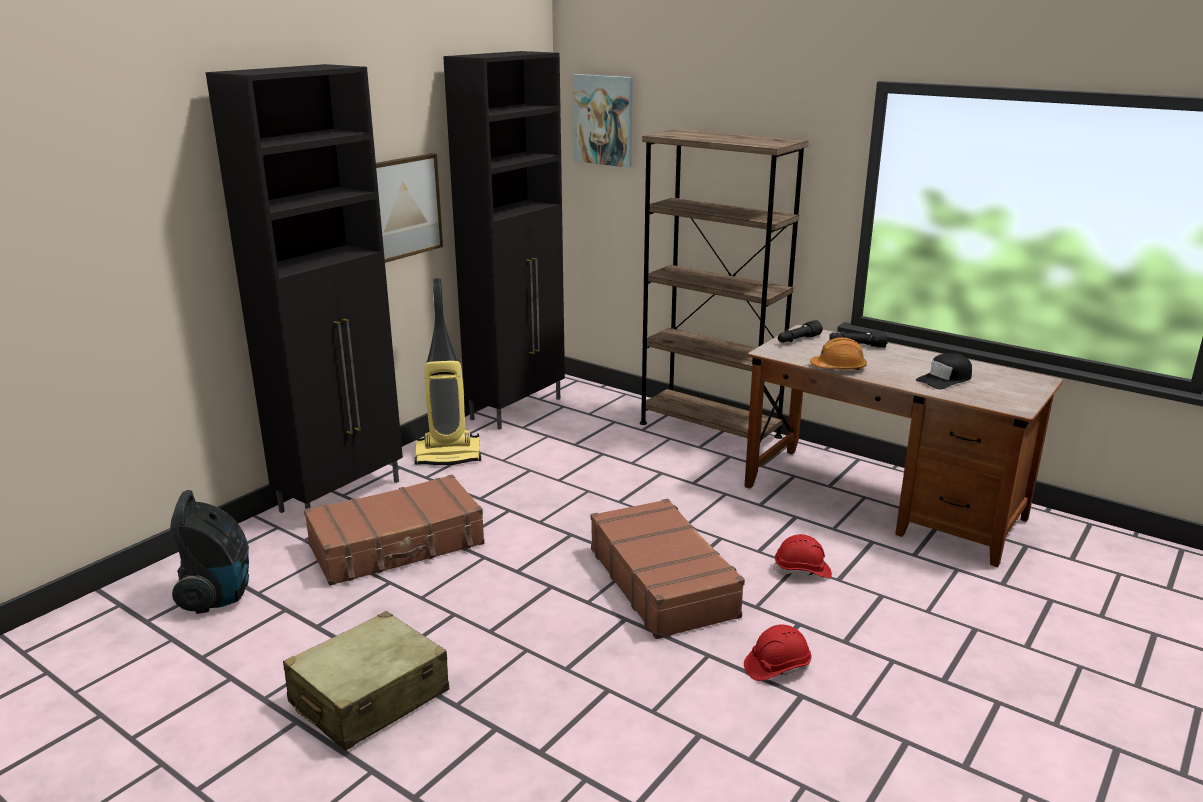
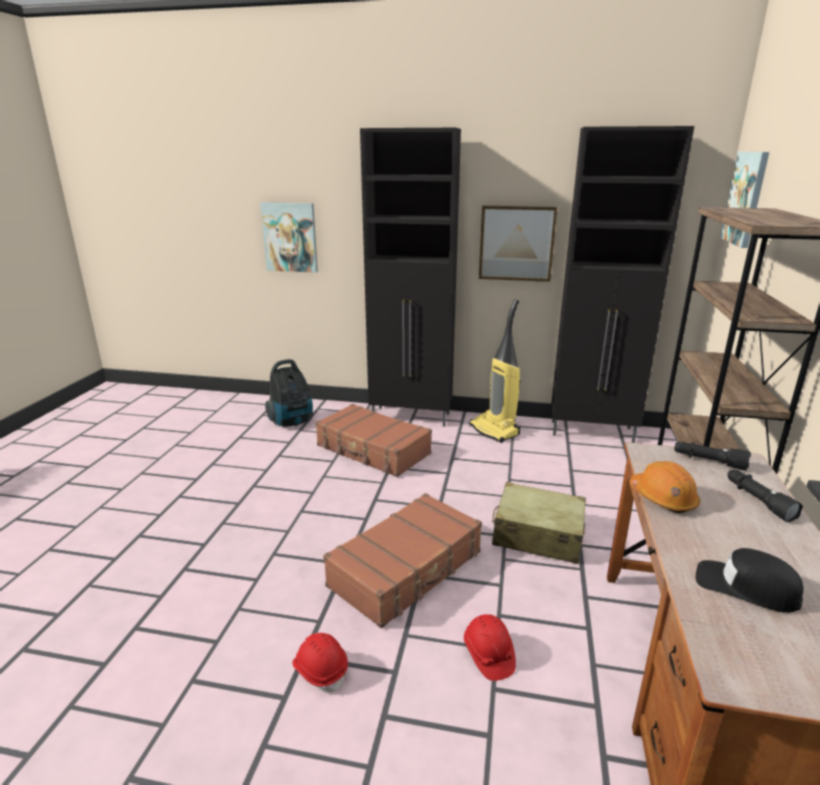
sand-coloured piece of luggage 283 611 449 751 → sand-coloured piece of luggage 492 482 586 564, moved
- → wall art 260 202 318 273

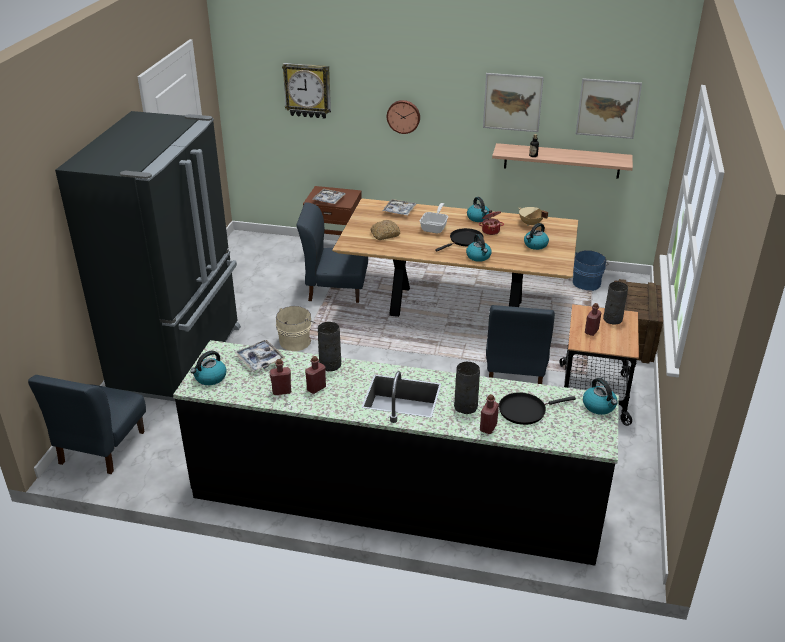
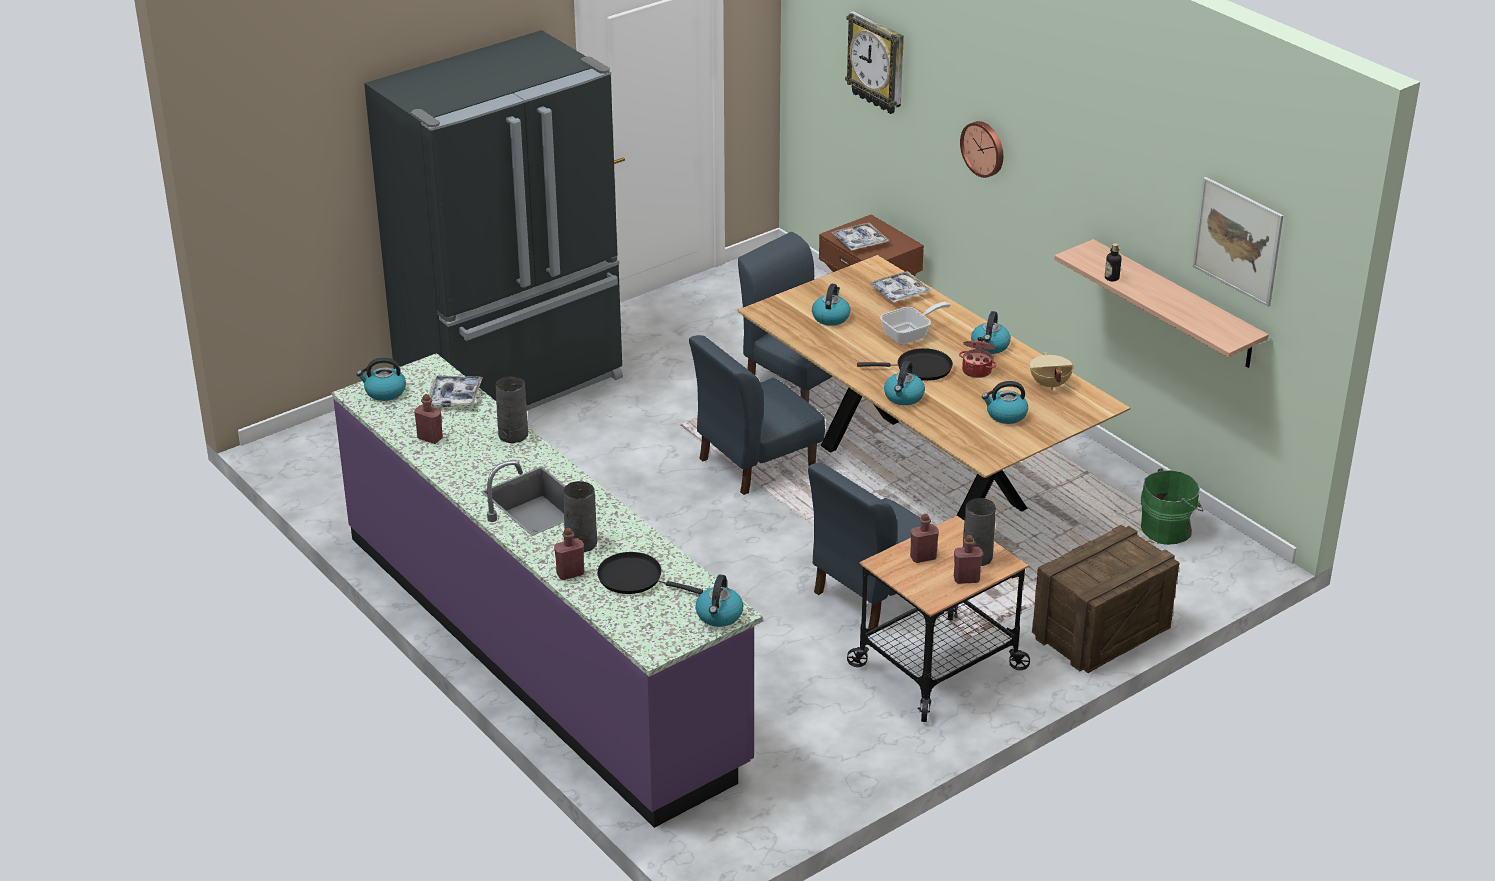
wall art 483 73 544 132 → -
bakery bread 370 220 400 240 → water kettle 812 284 851 326
blue-coloured pail 573 250 609 291 → greenish pail 1141 468 1203 545
sand-coloured pail 276 306 315 351 → -
blackish kitchen base unit 173 340 619 566 → purple kitchen base unit 332 353 763 828
red-coloured drink bottle 305 356 326 394 → red-coloured drink bottle 954 535 983 584, moved
blue-coloured plain chair 28 375 146 474 → blue-coloured plain chair 689 335 825 495, moved

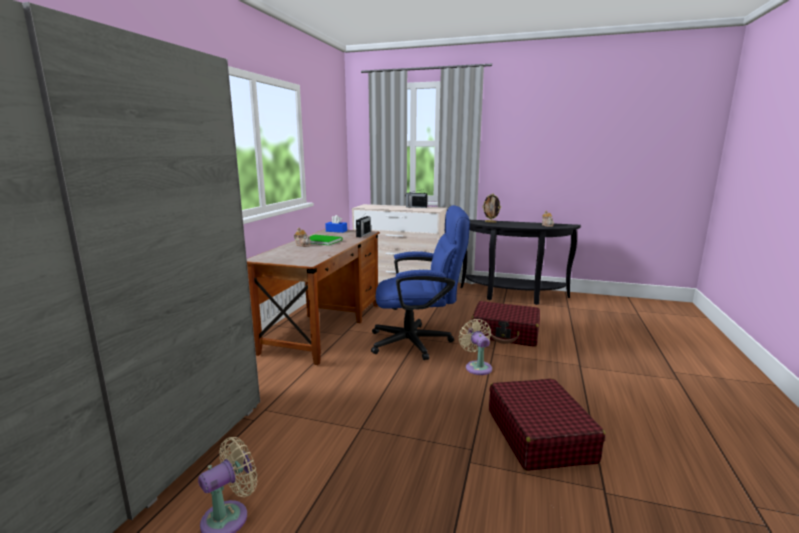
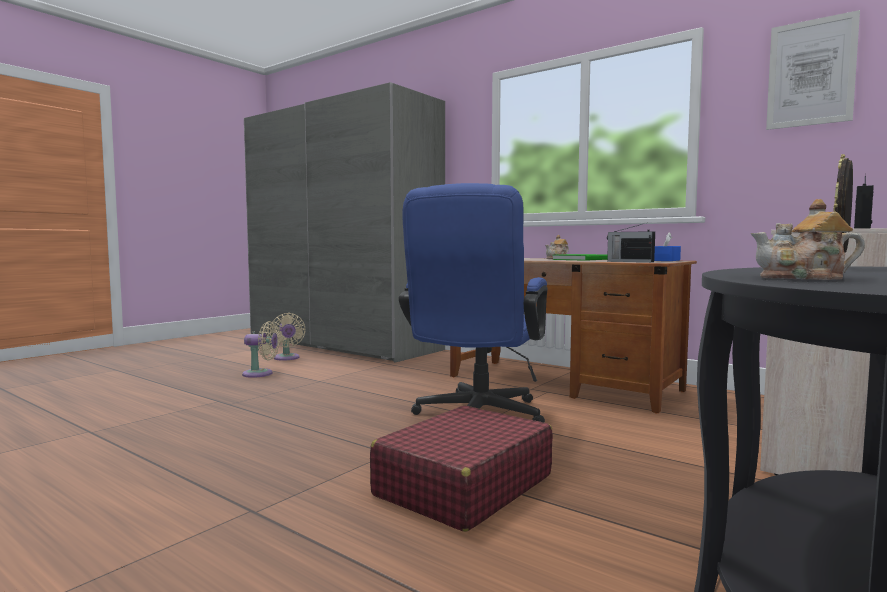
sand-coloured fan 459 319 492 375 → sand-coloured fan 242 321 280 378, moved
red-coloured piece of luggage 489 378 606 471 → -
- → wall art 766 10 860 130

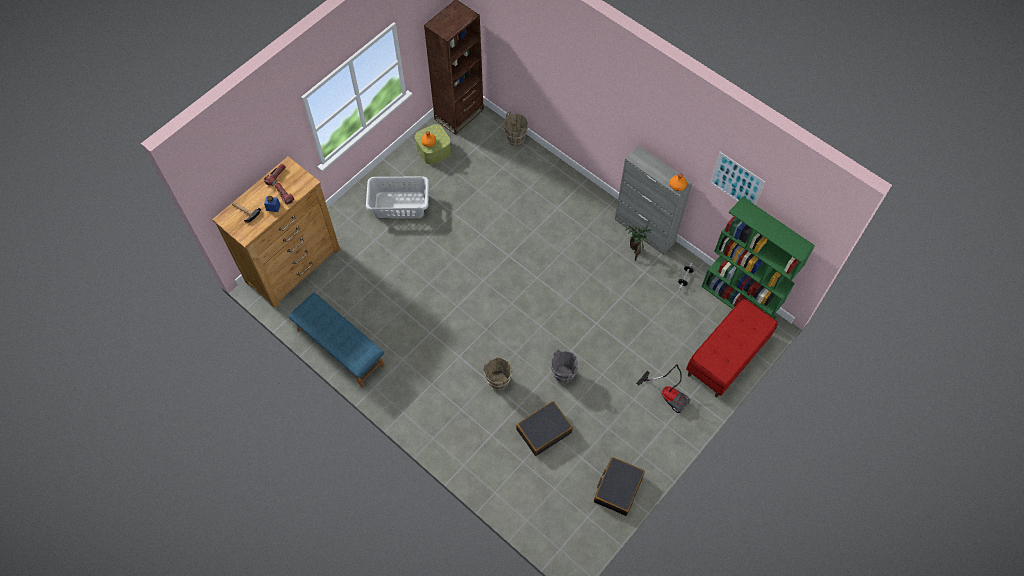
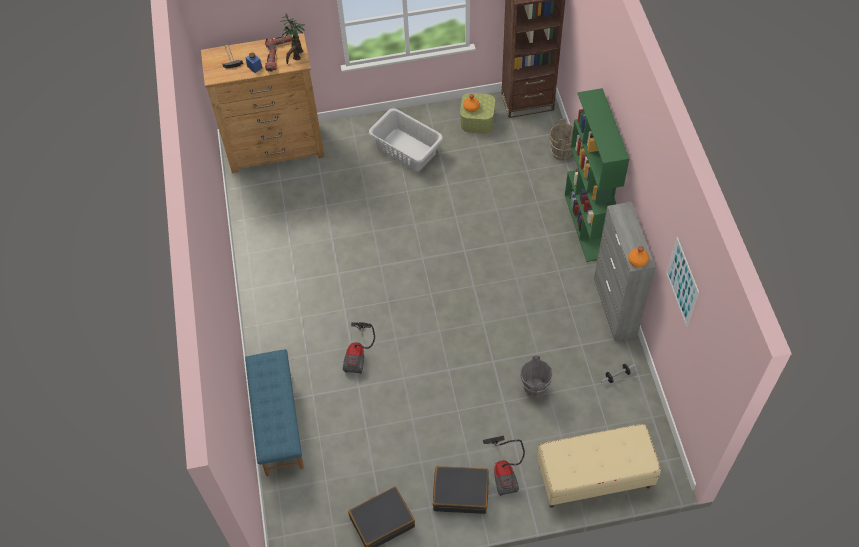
greenish bookcase 702 197 815 319 → greenish bookcase 565 88 629 262, moved
plant in a pot 626 225 651 261 → plant in a pot 281 14 305 64, moved
blue-coloured long seat 288 292 385 388 → blue-coloured long seat 245 349 304 476, moved
red-coloured long seat 686 298 778 397 → sand-coloured long seat 537 424 661 508
gray pail 551 349 579 384 → gray pail 520 355 553 399, moved
brownish pail 484 358 512 391 → vacuum 343 322 375 374
blackish piece of luggage 516 401 573 456 → blackish piece of luggage 433 466 489 514, moved

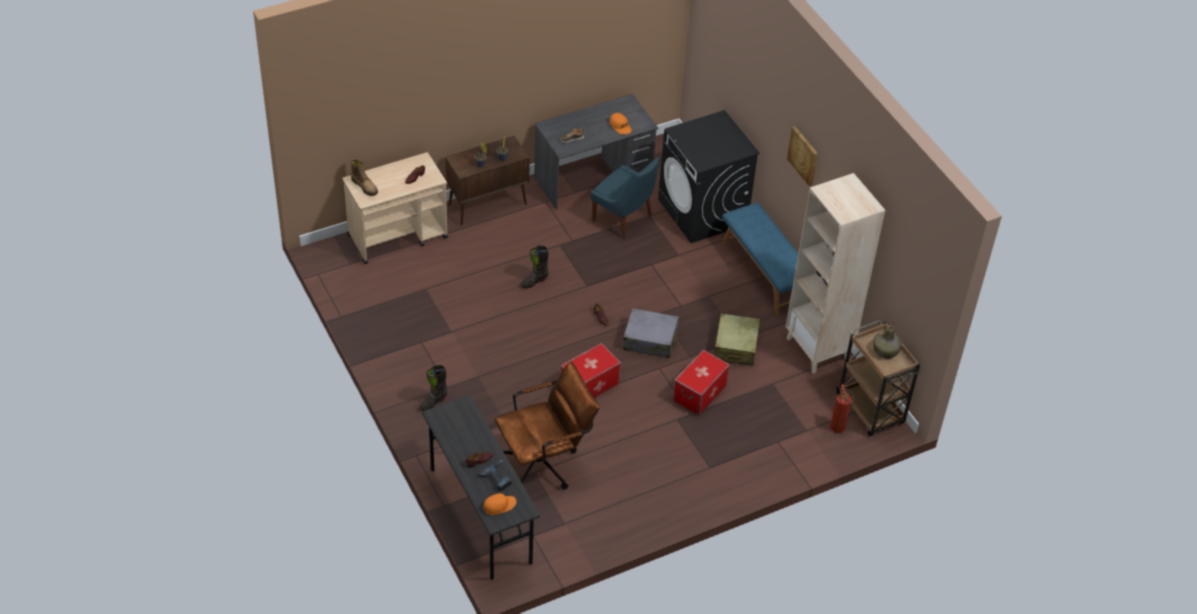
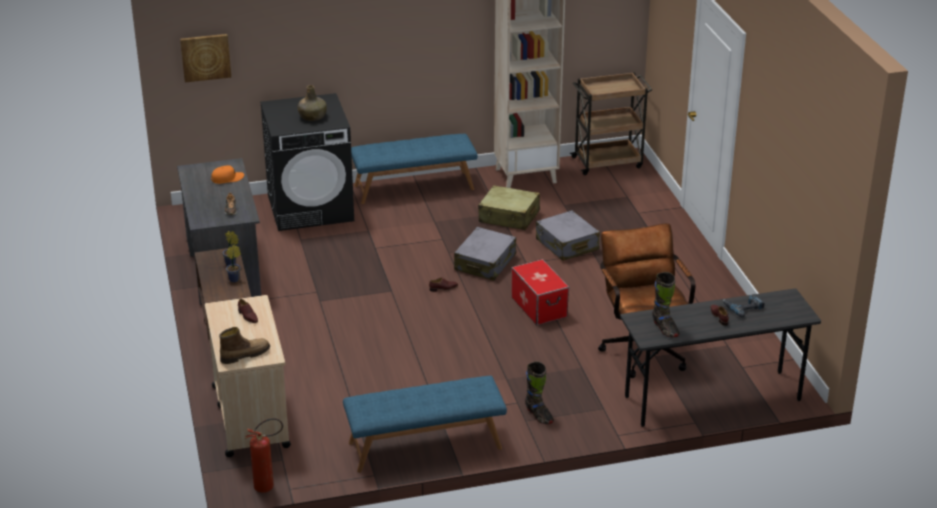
wall art 787 126 818 186 → wall art 180 34 231 82, moved
blue-coloured plain chair 591 157 659 239 → -
blackish high-top boot 520 245 548 289 → blackish high-top boot 652 272 679 337, moved
greenish drink bottle 873 326 902 359 → greenish drink bottle 297 85 327 121, moved
storage box 673 350 730 416 → gray piece of luggage 536 210 600 261
extinguisher 830 384 855 433 → extinguisher 245 418 283 493, moved
orangey cap 483 493 517 515 → -
- → blue-coloured long seat 343 376 507 473

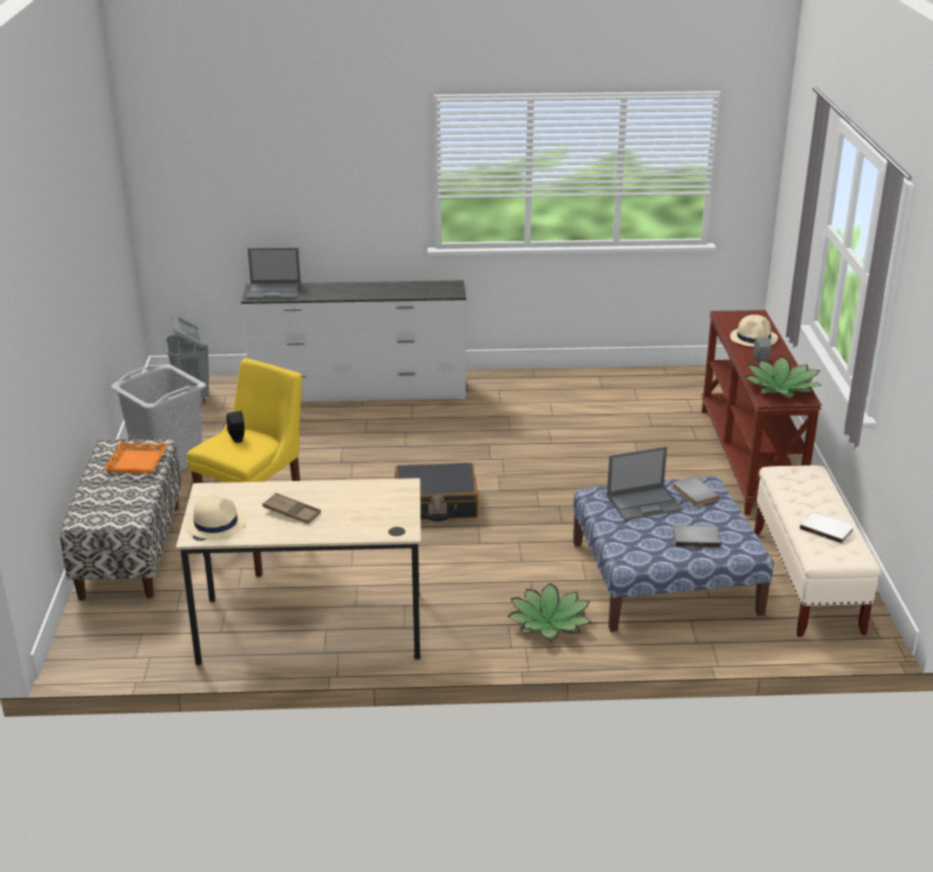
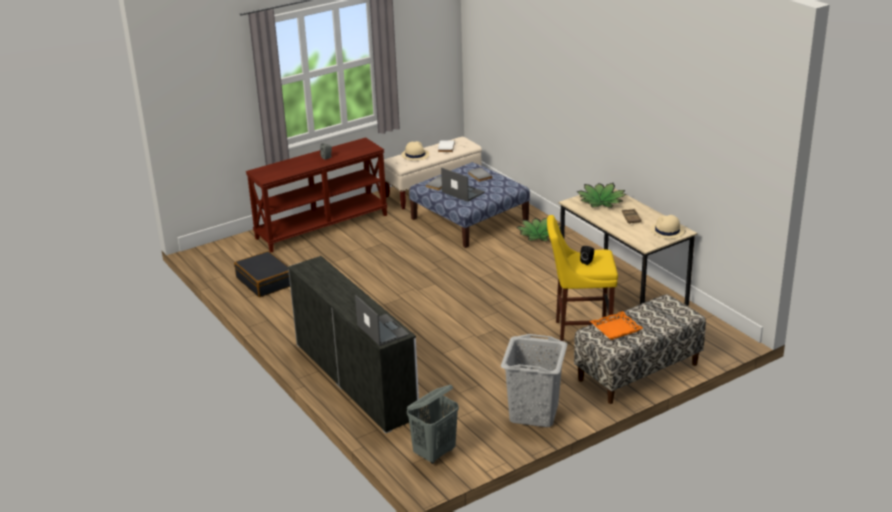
sand-coloured hat 730 315 778 347 → sand-coloured hat 401 141 430 160, moved
plant in a pot 744 356 821 398 → plant in a pot 577 183 626 208, moved
blackish piece of luggage 395 463 478 522 → blackish piece of luggage 234 251 290 297, moved

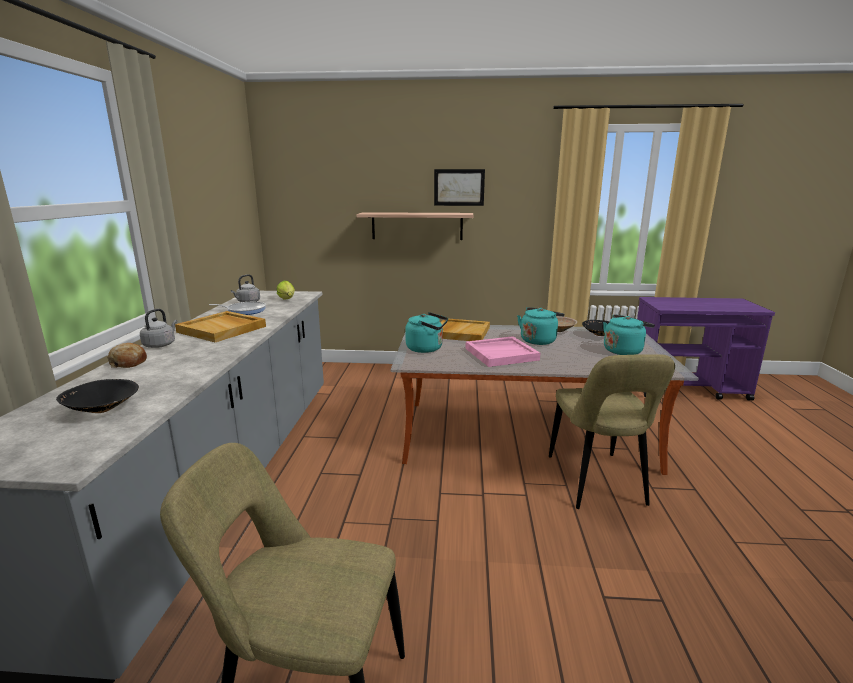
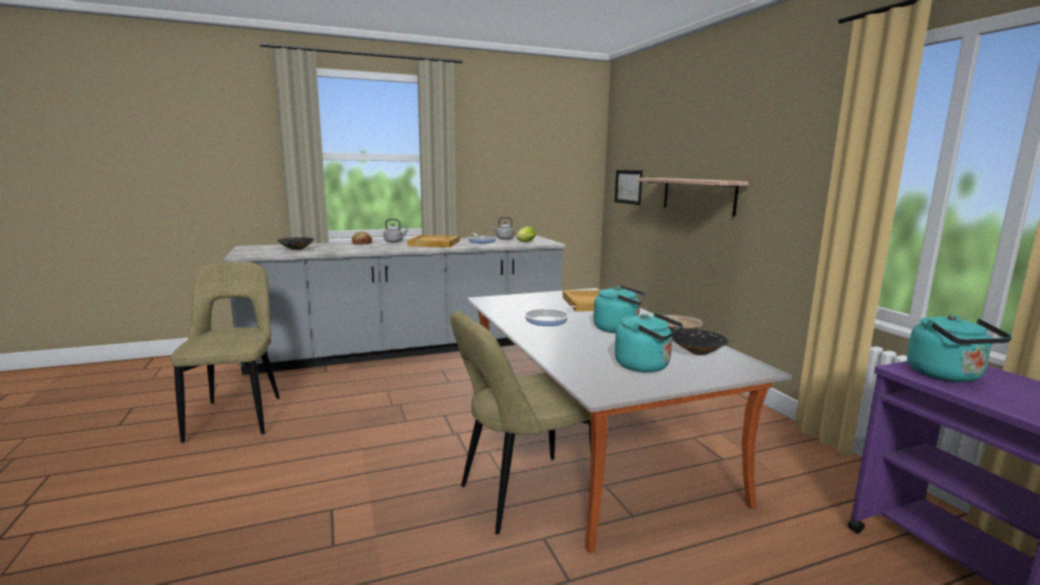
wall art 434 169 485 206 → wall art 614 170 643 205, moved
turquoise-coloured water kettle 405 312 448 353 → turquoise-coloured water kettle 907 315 1012 382, moved
pink-coloured carrying tray 465 336 540 367 → skillet 525 306 576 326

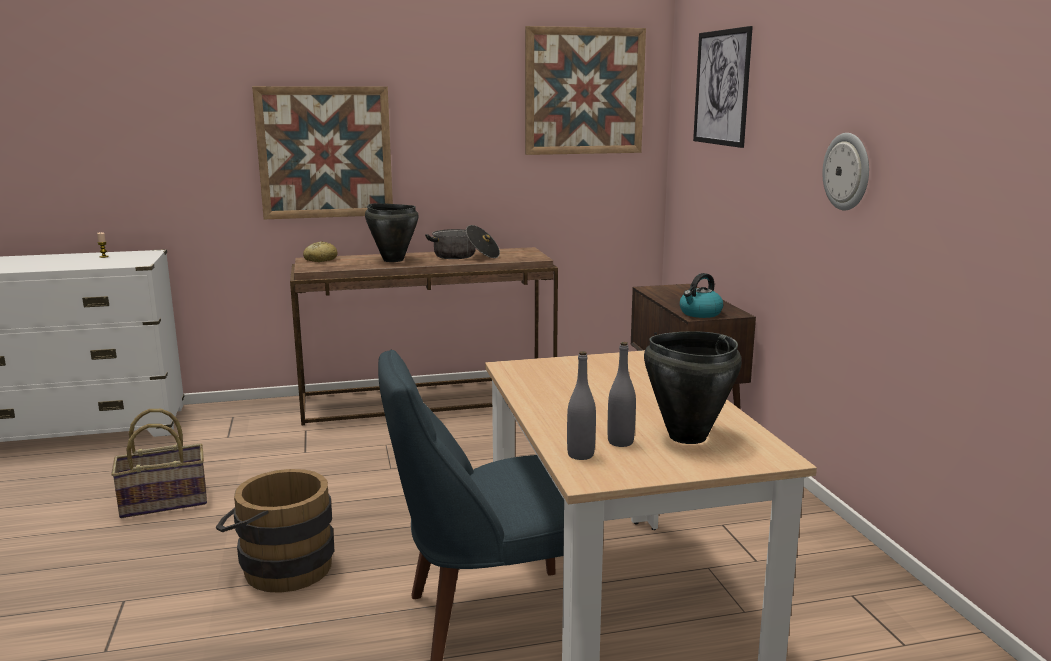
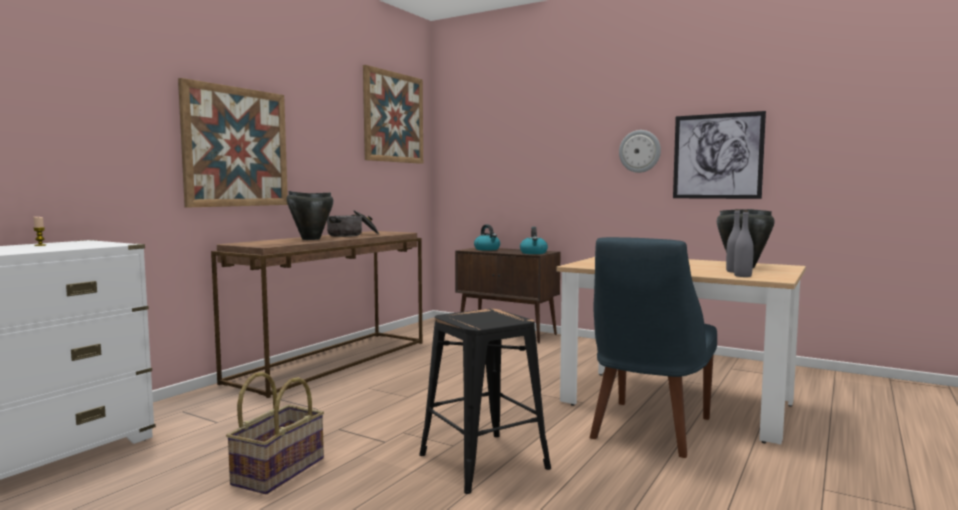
wall art 693 26 753 148 → wall art 673 111 766 199, moved
bakery bread 303 241 338 262 → -
brownish pail 216 469 334 593 → blackish stool 419 309 551 494
- → water kettle 474 224 500 251

